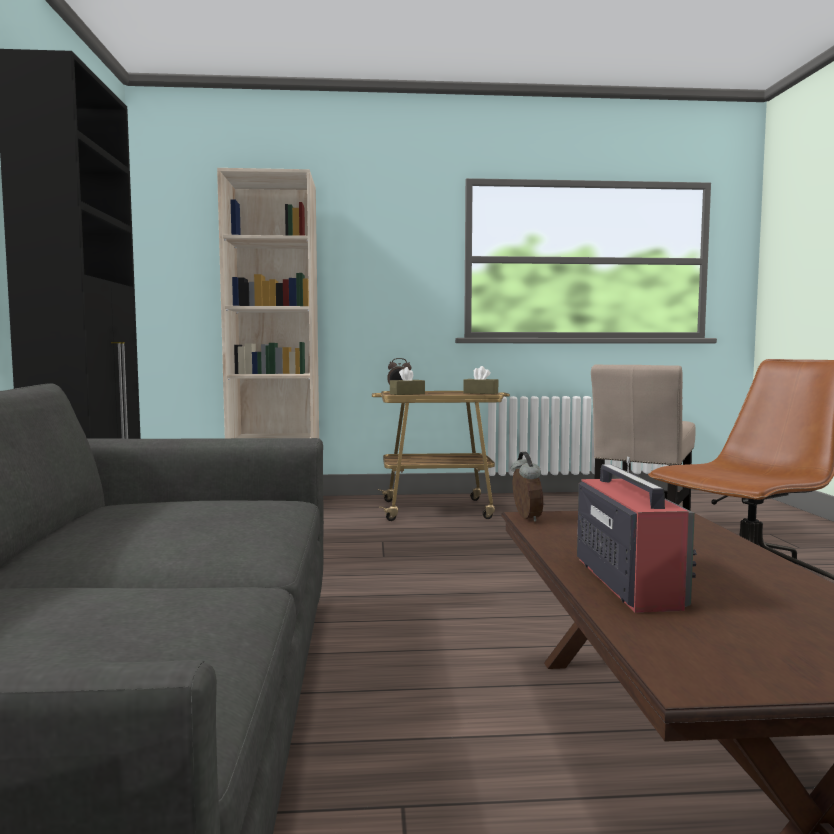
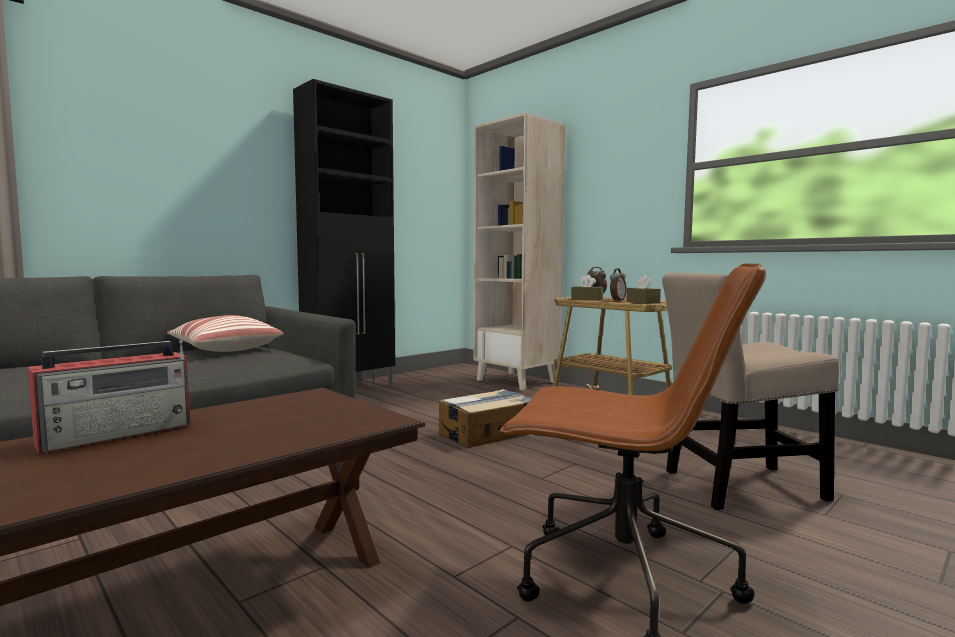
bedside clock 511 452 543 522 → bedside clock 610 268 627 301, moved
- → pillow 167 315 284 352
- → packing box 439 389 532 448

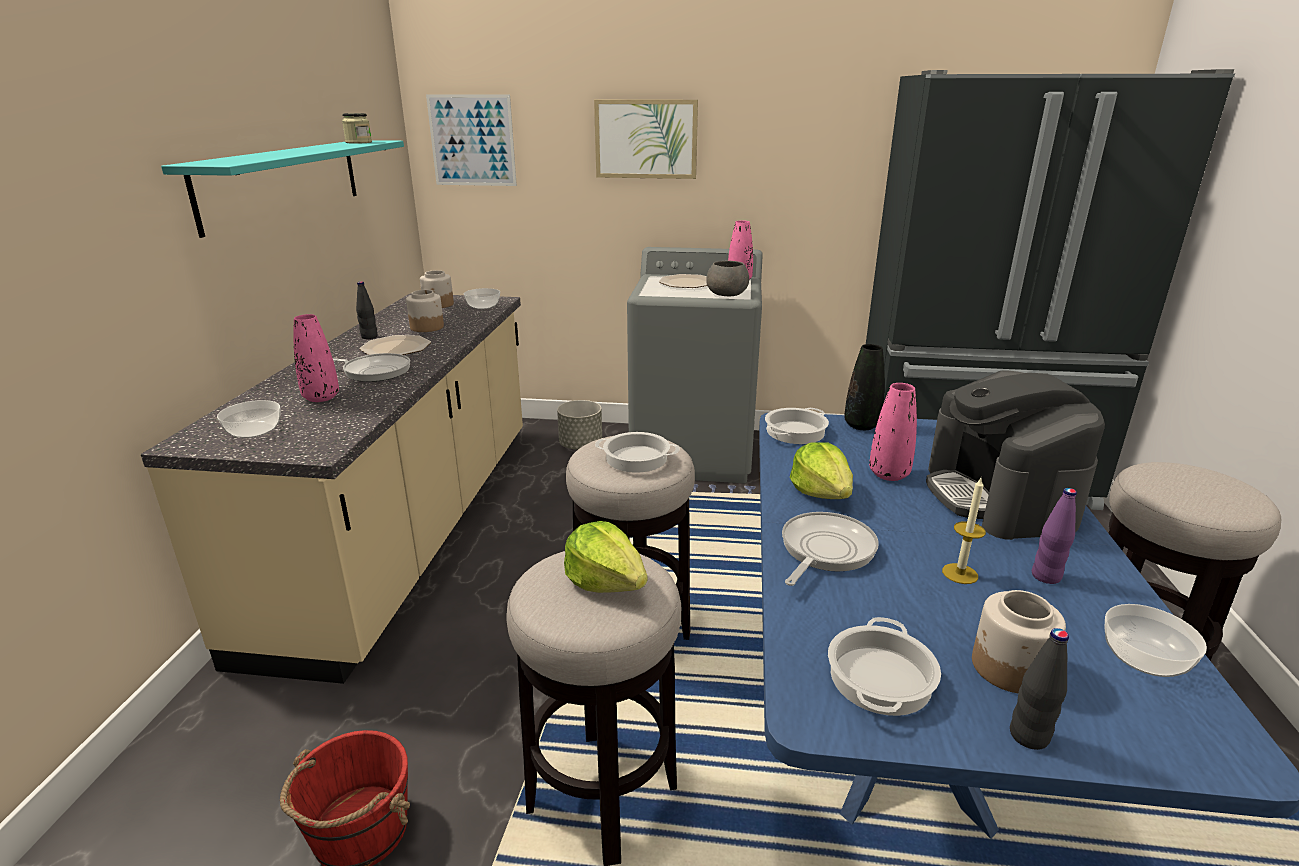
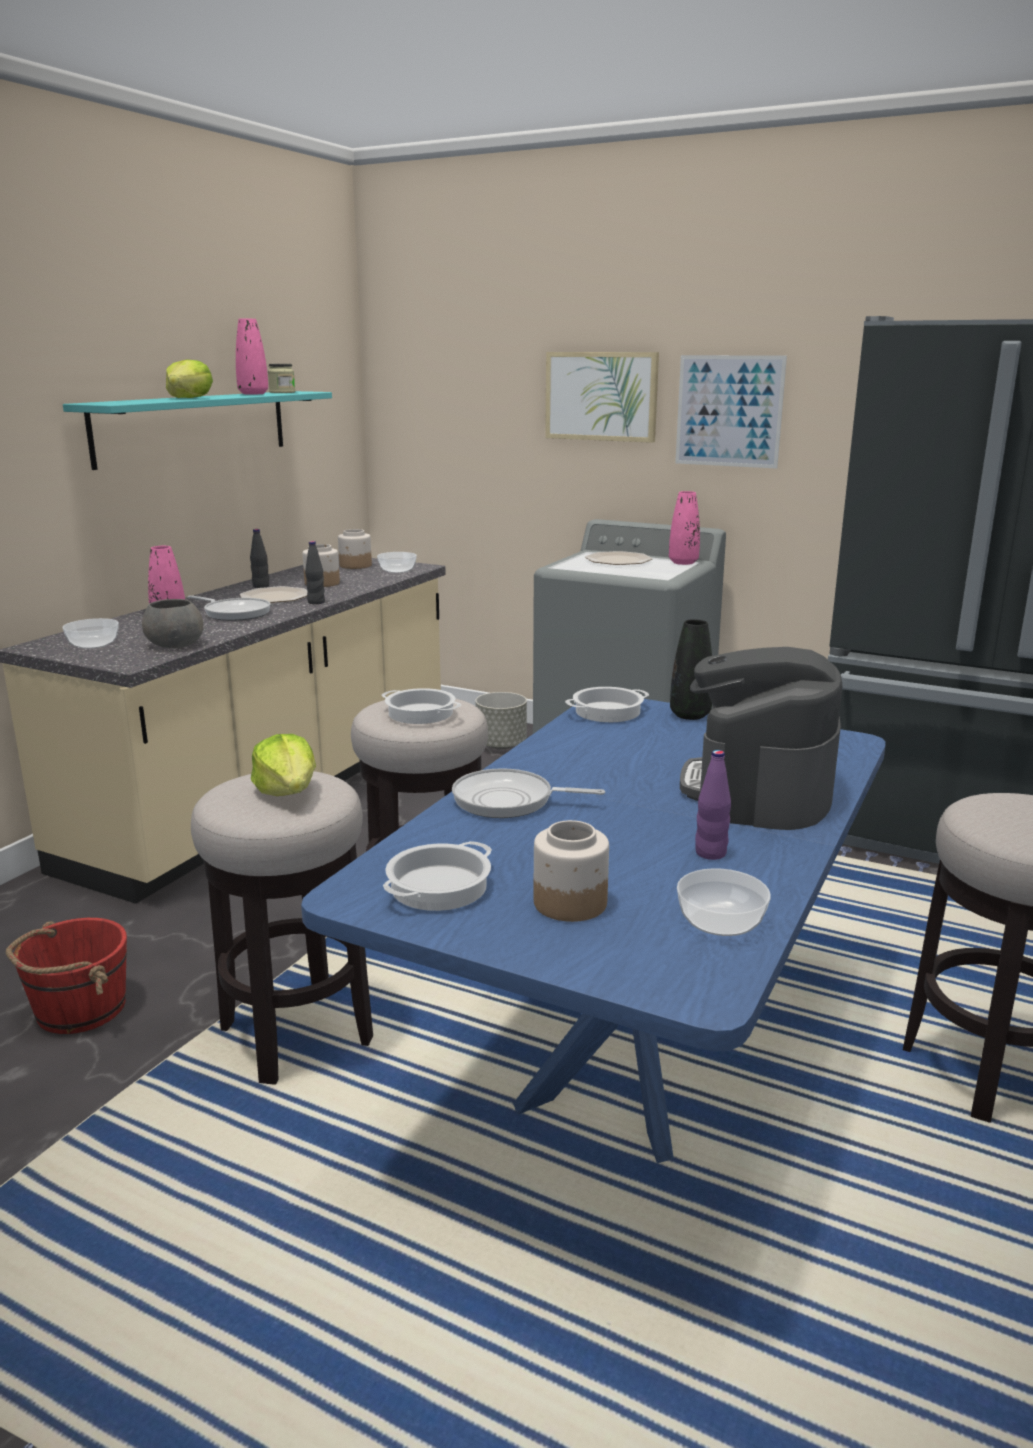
wall art 426 94 517 186 → wall art 675 355 787 469, moved
gray bowl 706 261 749 296 → gray bowl 142 599 203 648, moved
pink-coloured flower vase 869 383 917 481 → pink-coloured flower vase 236 318 268 395, moved
lettuce 790 442 853 499 → lettuce 166 359 213 398, moved
wax candle 942 476 986 584 → -
skillet 782 512 879 586 → skillet 452 768 605 818, 135 degrees counterclockwise
blackish drink bottle 1010 628 1069 750 → blackish drink bottle 305 541 325 604, moved

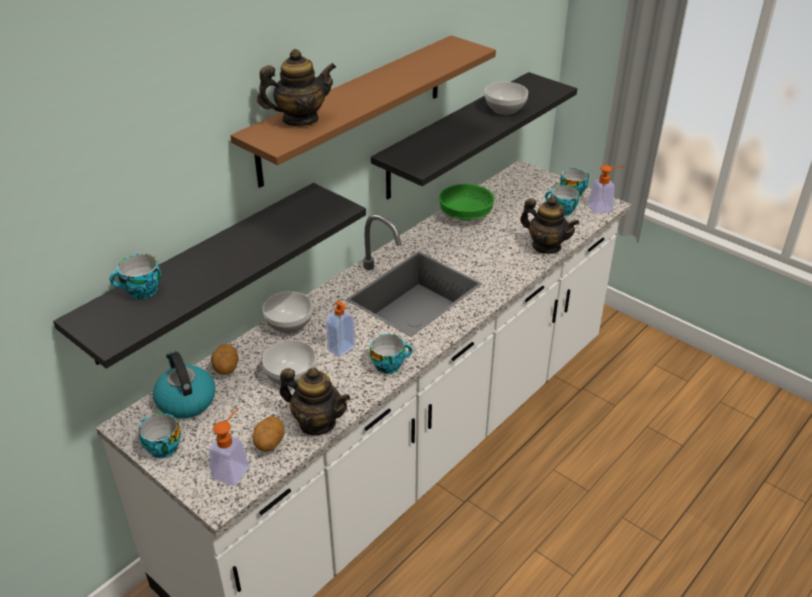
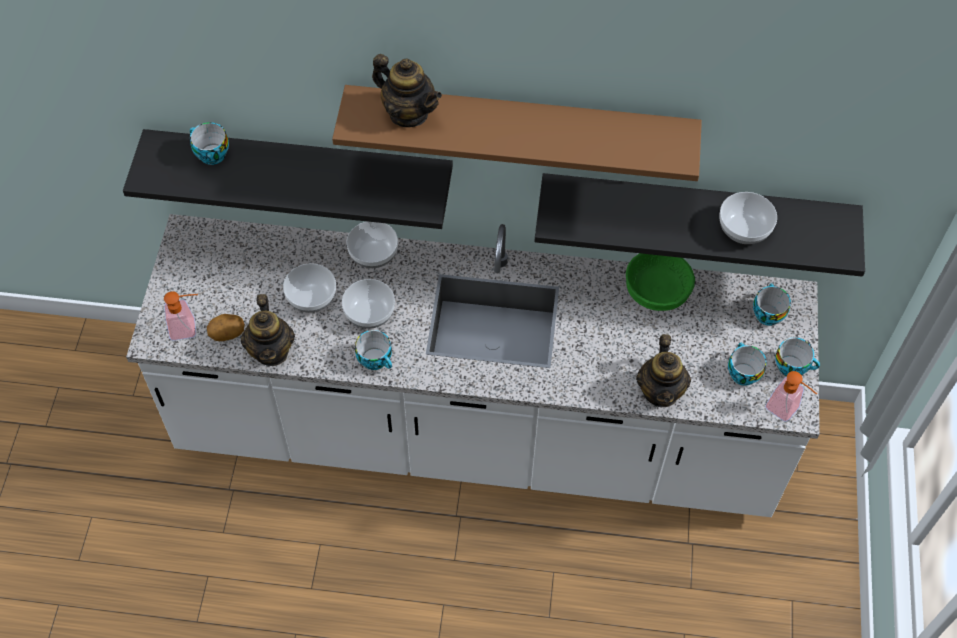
liquid soap bottle 326 301 355 357 → bowl 342 279 395 329
whole potato 211 344 238 375 → -
water kettle 153 352 216 419 → -
cup 139 413 181 458 → cup 753 283 791 326, moved

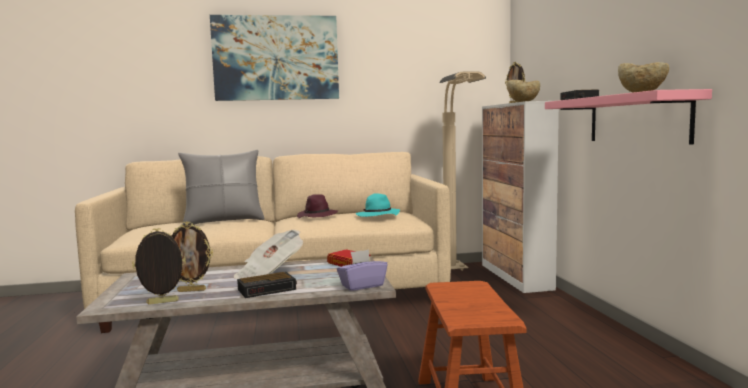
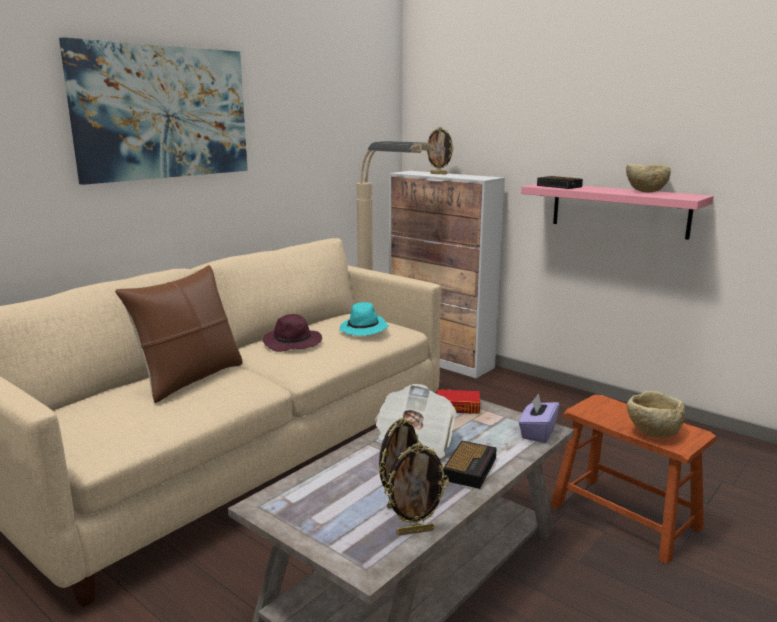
sand-coloured bowl 507 80 540 102 → sand-coloured bowl 627 391 685 438, moved
gray pillow 178 150 264 225 → brownish pillow 115 265 243 403
photo frame 132 228 186 305 → photo frame 384 443 449 535, 135 degrees counterclockwise

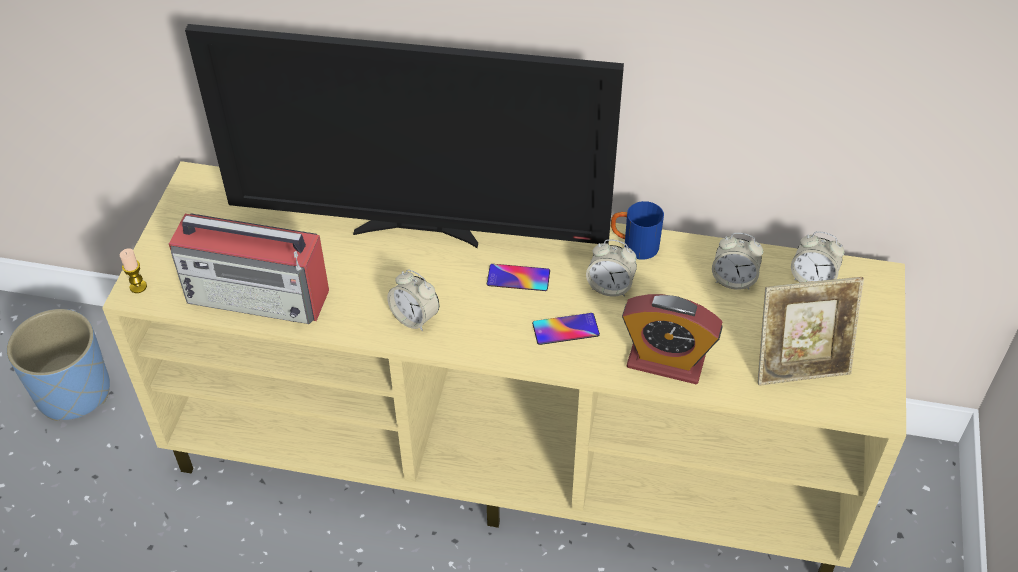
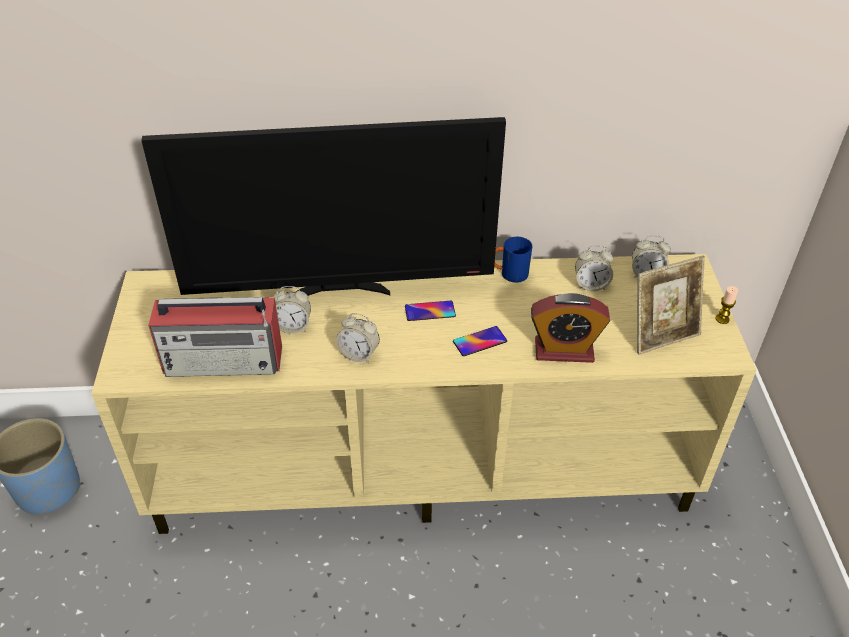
bedside clock 586 239 637 297 → bedside clock 273 286 311 334, moved
wax candle 120 248 147 293 → wax candle 716 286 738 324, moved

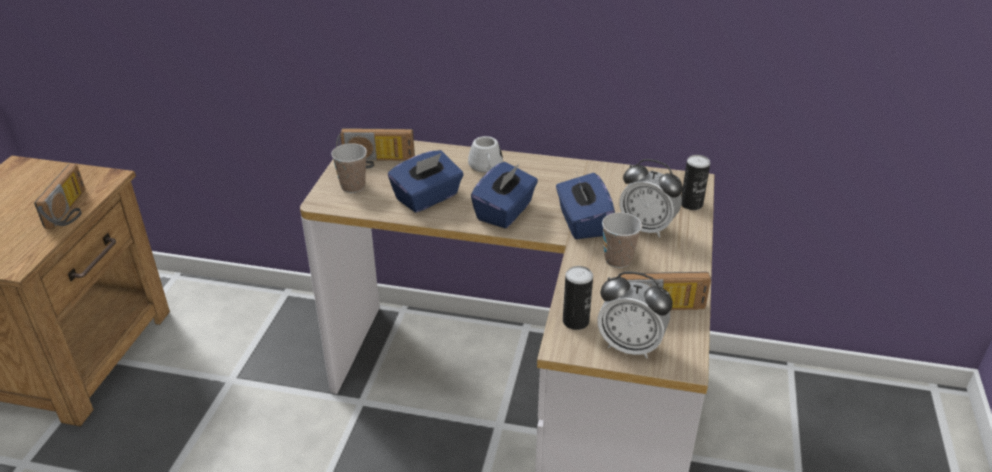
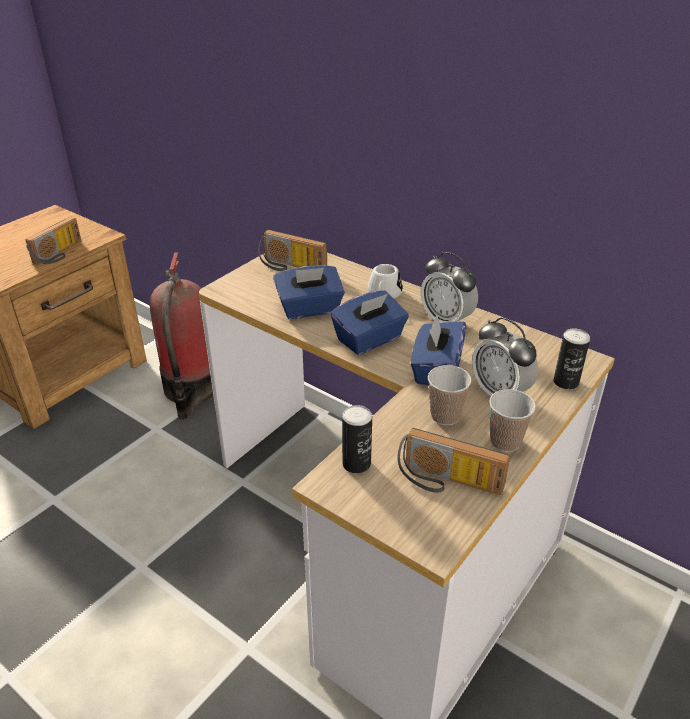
cup 331 143 367 193 → cup 489 389 536 452, moved
bedside clock 597 271 673 359 → bedside clock 421 252 478 323, moved
- → extinguisher 149 253 213 419

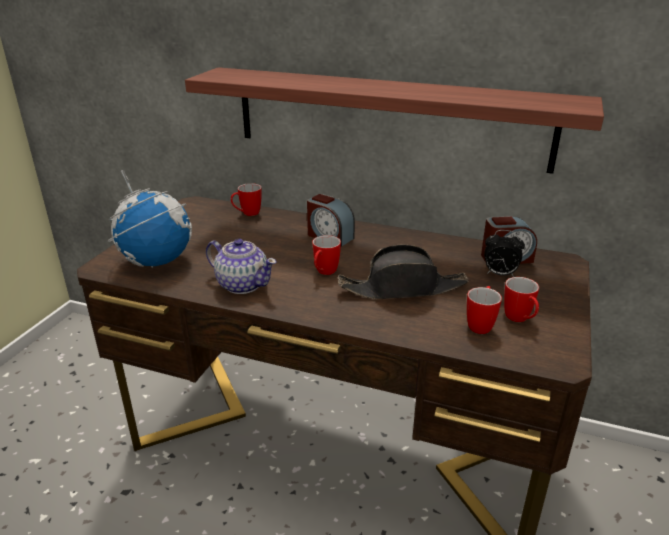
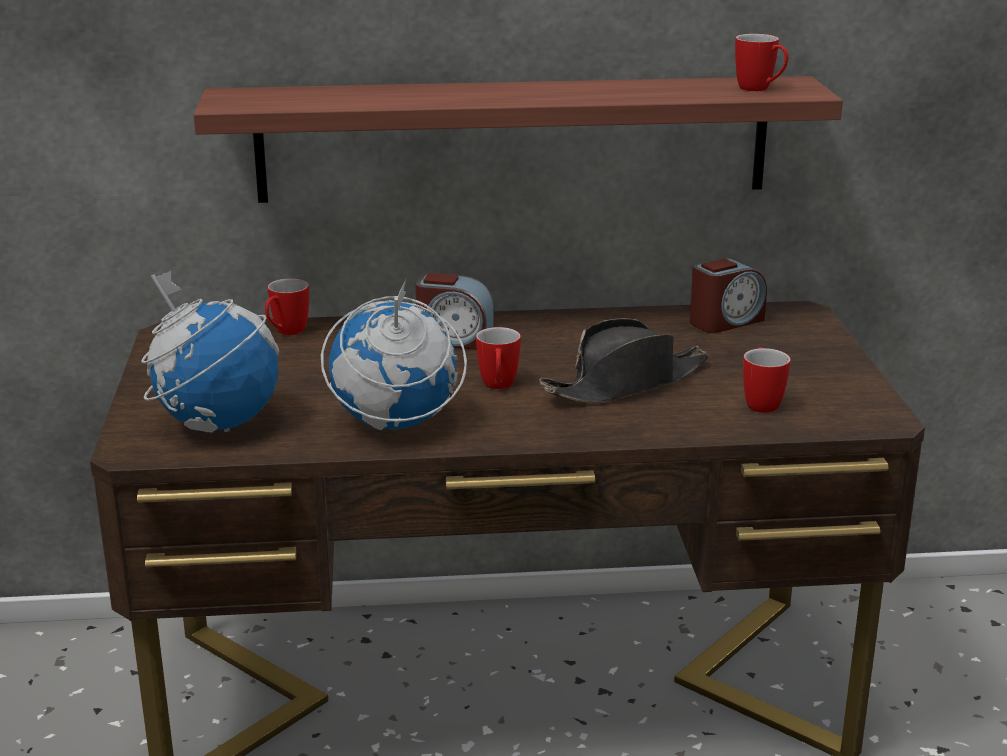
bedside clock 484 230 525 277 → -
tea pot 206 239 277 294 → world globe 321 279 467 430
mug 504 277 539 322 → mug 735 34 789 91, moved

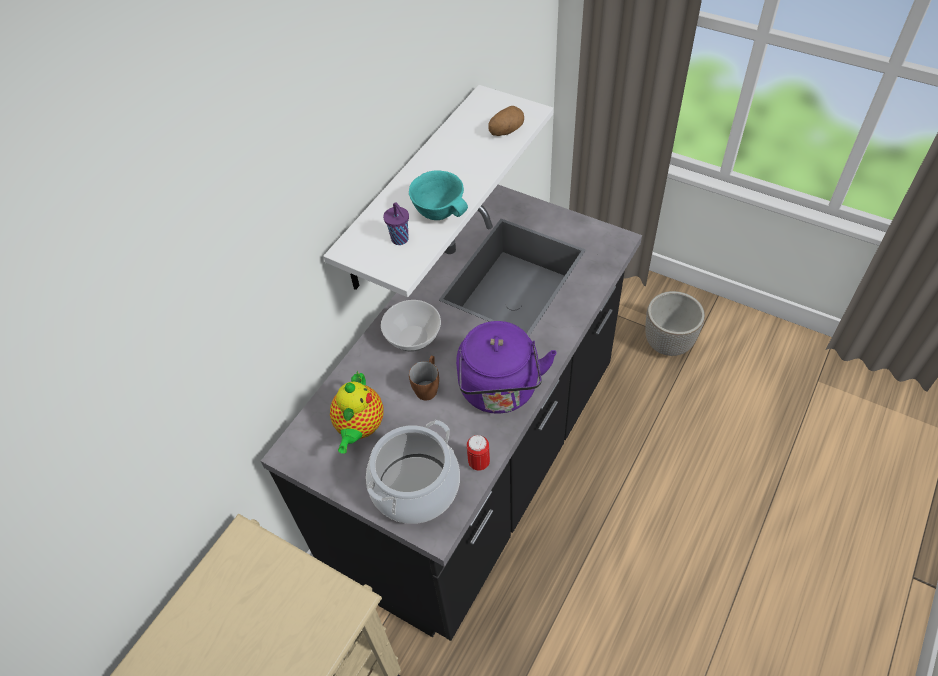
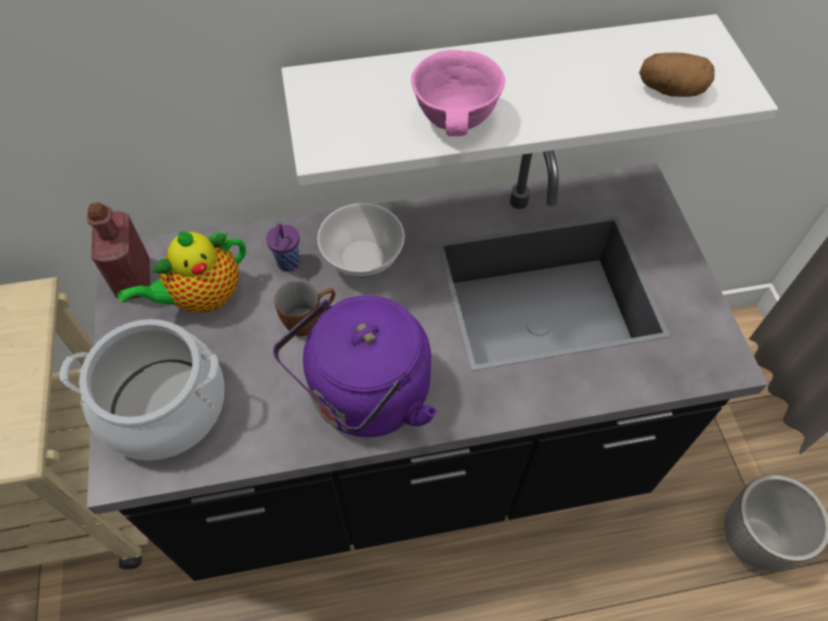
turquoise-coloured bowl 409 170 468 220 → pink-coloured bowl 411 50 505 136
purple cup 383 202 409 245 → purple cup 266 223 300 272, moved
metal can 467 435 490 471 → -
- → red-coloured drink bottle 87 202 150 299

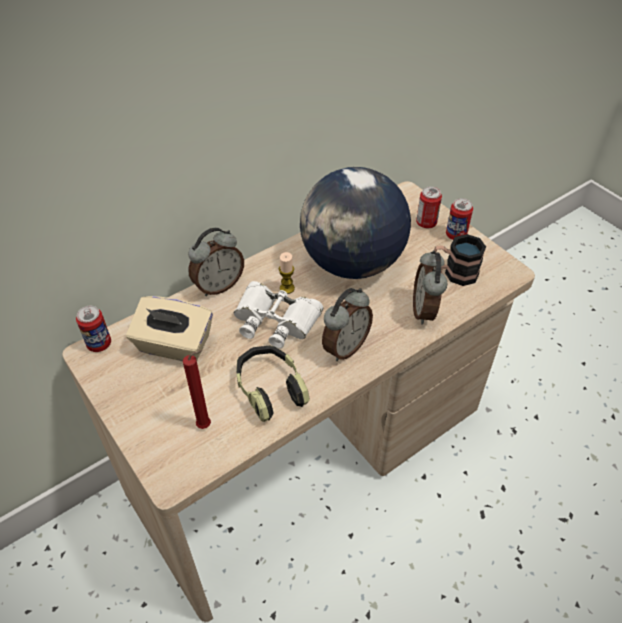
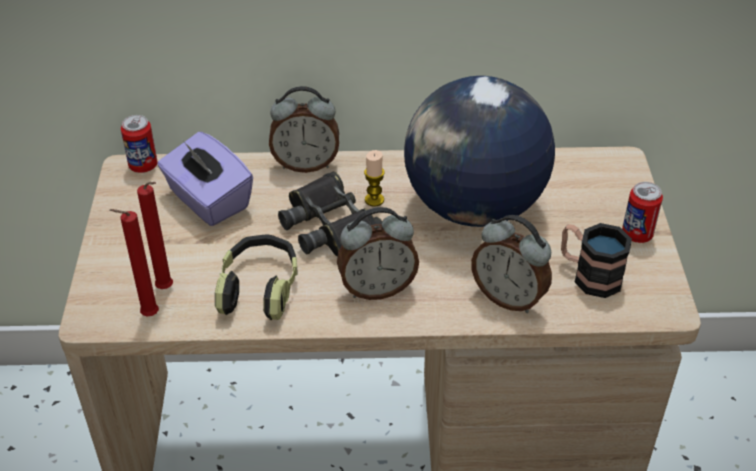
metal can 416 186 442 228 → -
bedside clock 413 250 447 325 → bedside clock 471 215 552 313, 90 degrees counterclockwise
white-coloured pair of binoculars 234 281 323 348 → blackish pair of binoculars 278 171 382 257
sand-coloured box of tissues 126 296 213 361 → purple box of tissues 157 132 253 226
- → red-coloured wax candle 110 209 159 316

